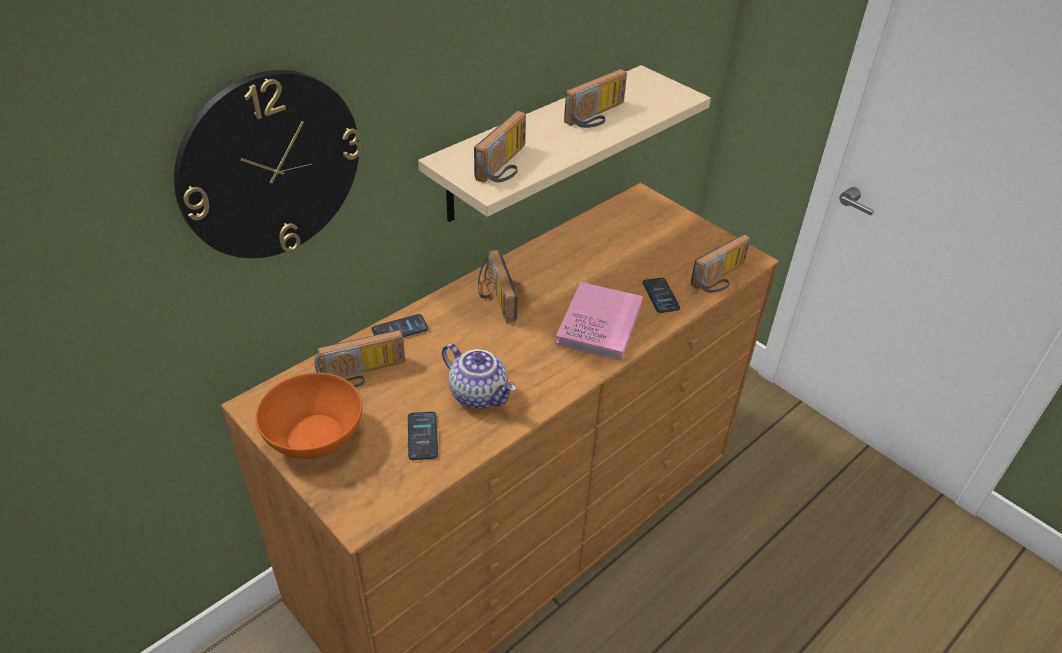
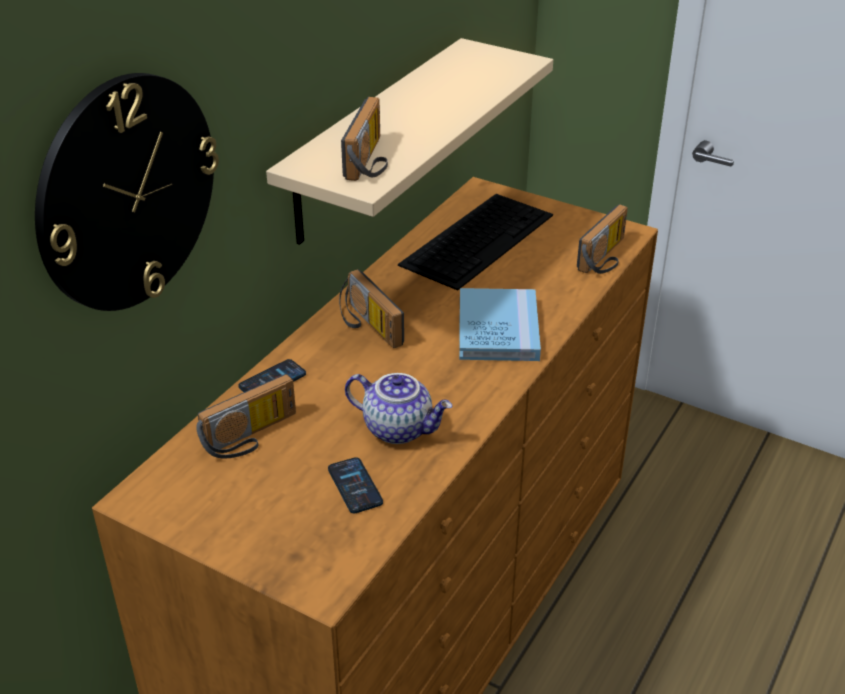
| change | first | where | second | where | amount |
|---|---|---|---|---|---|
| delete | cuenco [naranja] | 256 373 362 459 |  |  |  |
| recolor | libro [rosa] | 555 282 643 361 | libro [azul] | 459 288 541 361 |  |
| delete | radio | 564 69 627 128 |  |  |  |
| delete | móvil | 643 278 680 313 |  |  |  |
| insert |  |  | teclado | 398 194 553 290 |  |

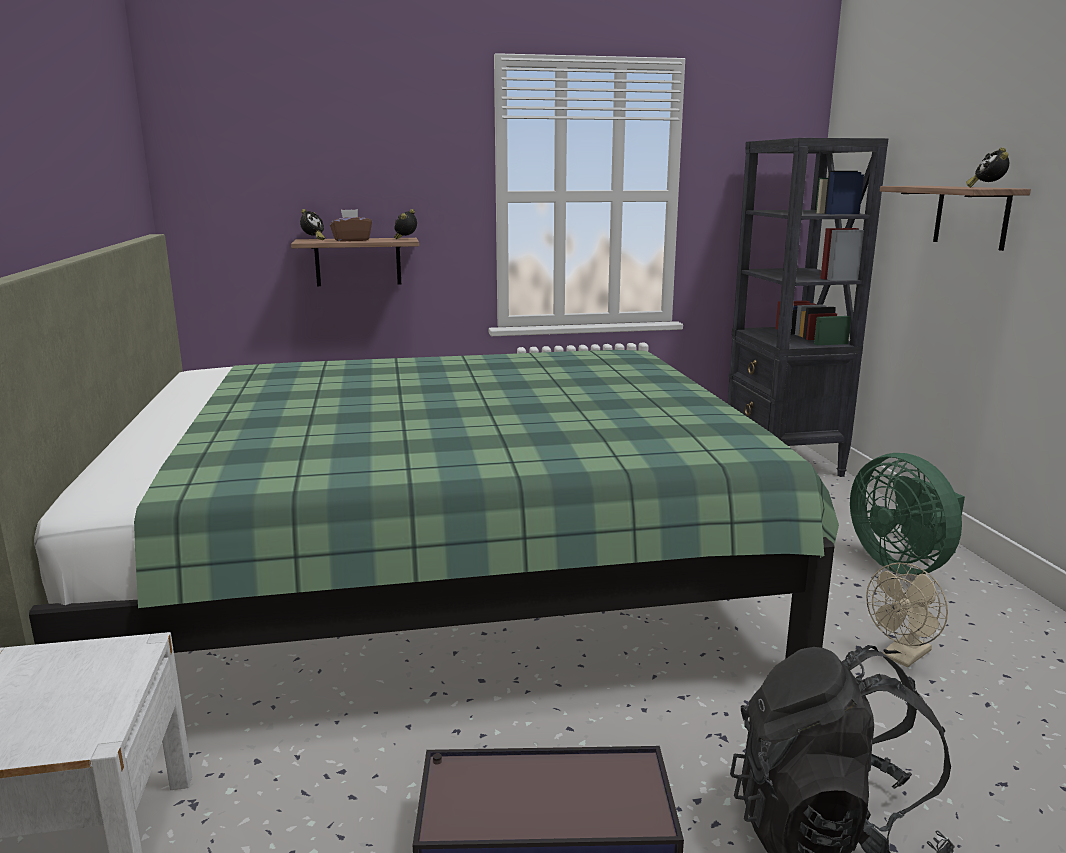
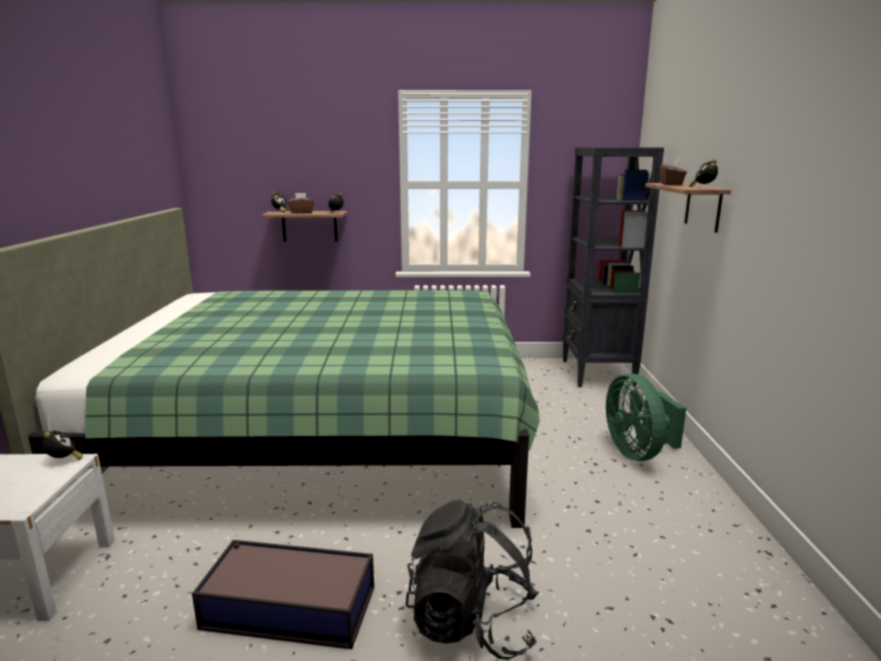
| change | first | where | second | where | amount |
|---|---|---|---|---|---|
| delete | ventilador [beis] | 866 563 948 667 |  |  |  |
| insert |  |  | despertador | 43 429 83 460 |  |
| insert |  |  | caja de pañuelos [marrón] | 660 159 687 185 |  |

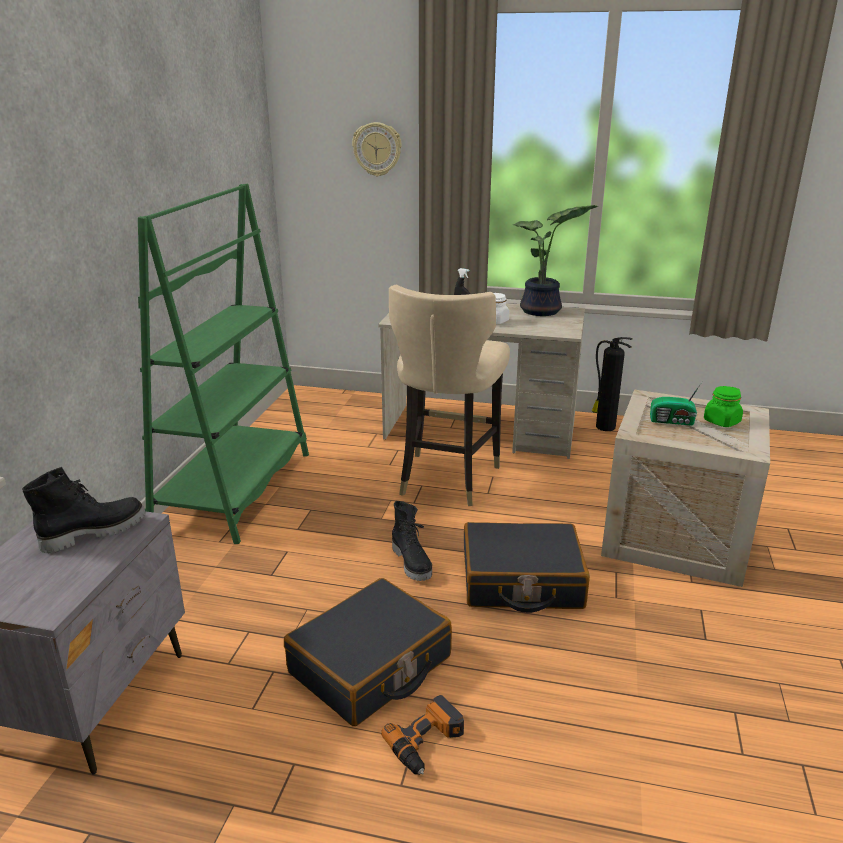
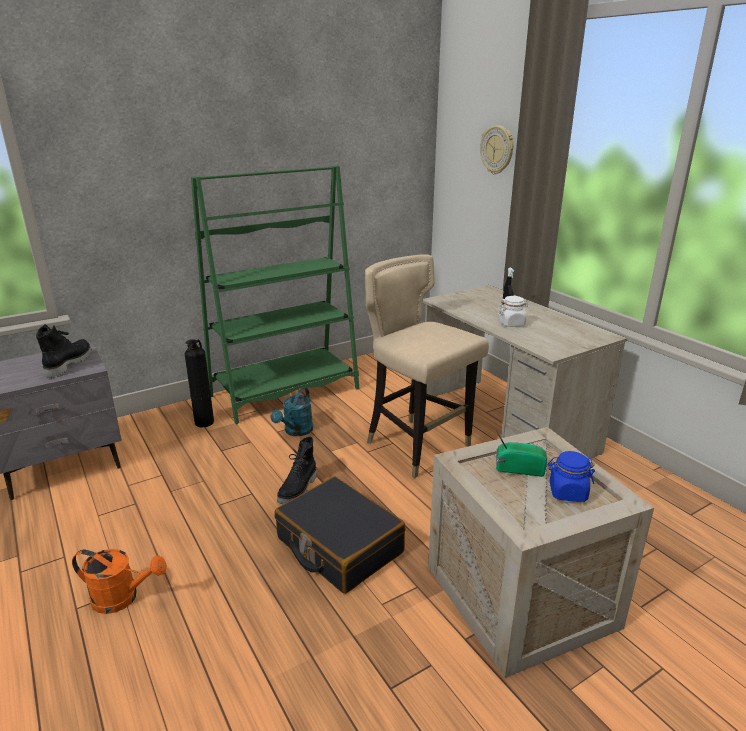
| change | first | where | second | where | amount |
|---|---|---|---|---|---|
| rotate | bota [negro] | 22 467 146 553 |  | 36 324 92 378 | 90 degrees counterclockwise |
| delete | maleta [negro] | 284 578 452 726 |  |  |  |
| replace | taladro | 381 695 464 775 | regadera [naranja] | 72 549 167 614 |  |
| rotate | silla [beis] | 389 285 510 506 |  | 365 254 489 478 | 75 degrees clockwise |
| delete | planta en maceta | 513 205 598 316 |  |  |  |
| move | extintor | 592 337 633 431 |  | 185 339 214 427 |  |
| rotate | radio | 650 382 702 425 |  | 496 432 547 477 | 135 degrees clockwise |
| recolor | tarro [verde] | 704 386 743 427 | tarro [azul] | 548 451 595 502 |  |
| insert |  |  | regadera [turquesa] | 271 387 313 436 |  |

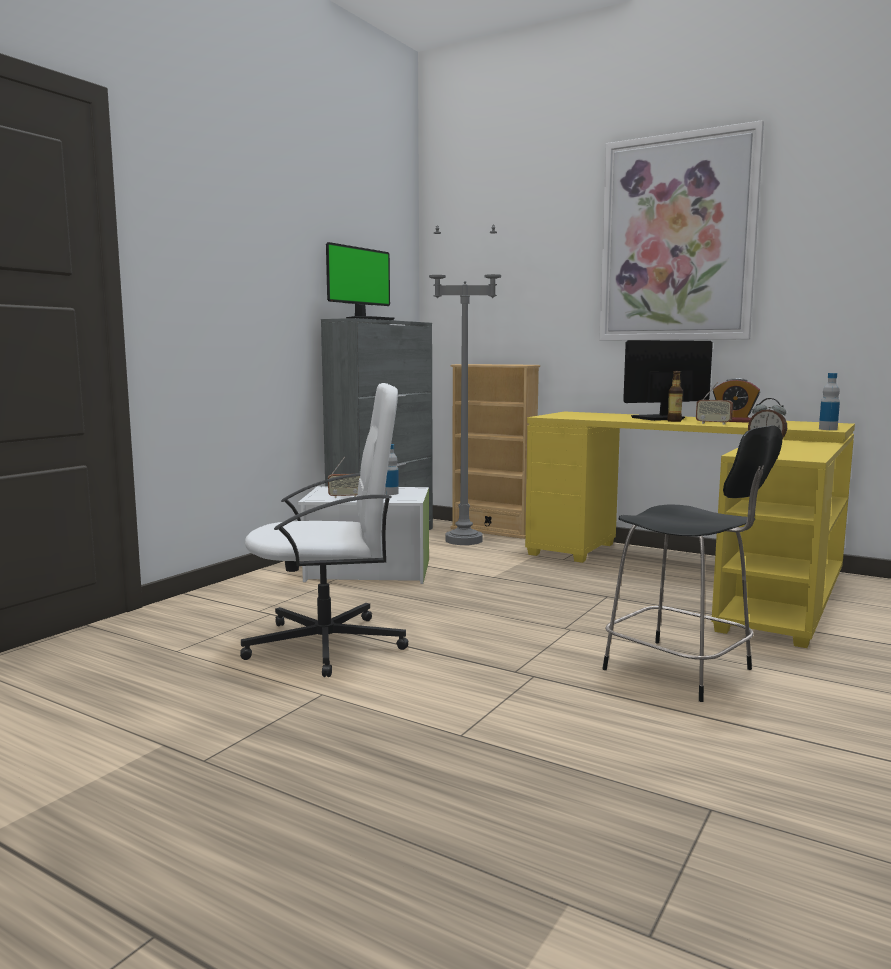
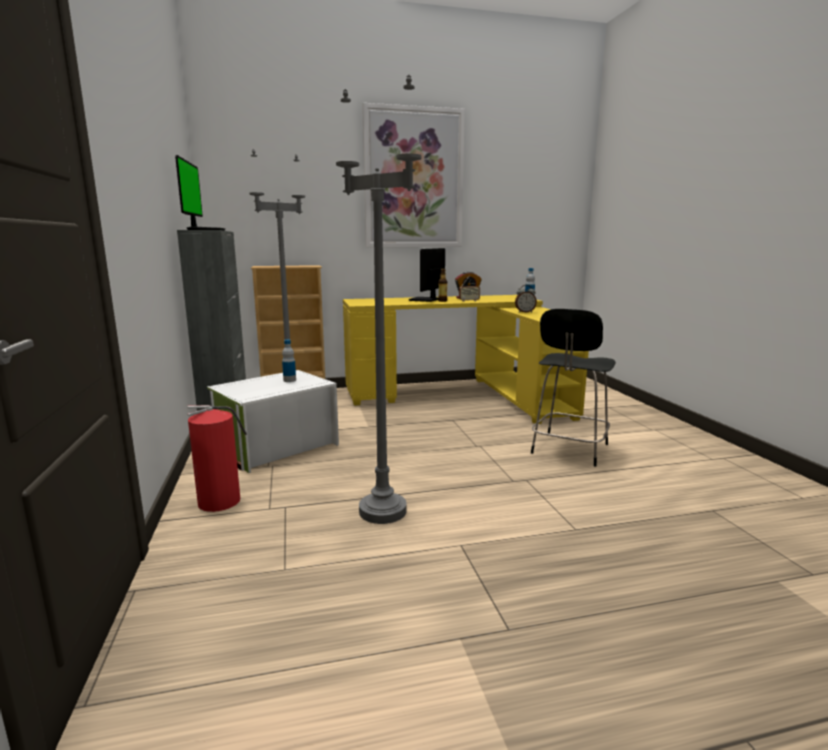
| change | first | where | second | where | amount |
|---|---|---|---|---|---|
| replace | silla de oficina [blanco] | 240 383 409 677 | lámpara de pie [gris] | 336 75 422 524 |  |
| delete | radio | 328 457 360 498 |  |  |  |
| rotate | silla [negro] | 603 425 782 702 |  | 531 309 616 467 | 120 degrees clockwise |
| insert |  |  | extintor | 187 405 247 512 |  |

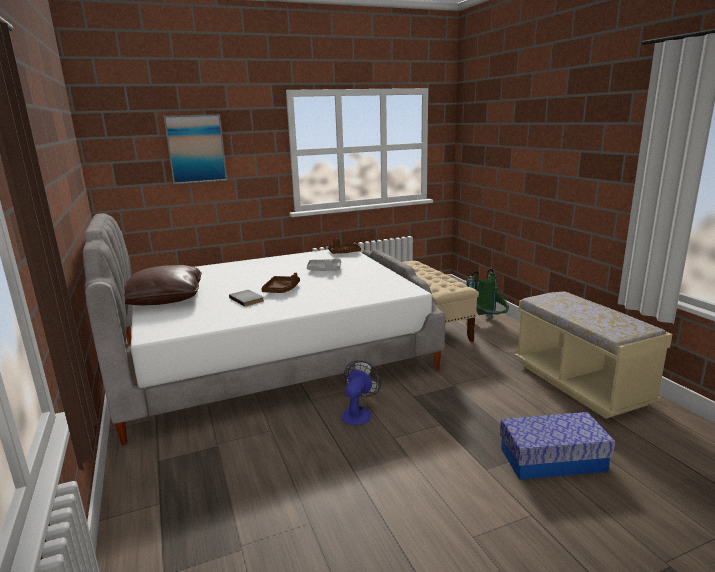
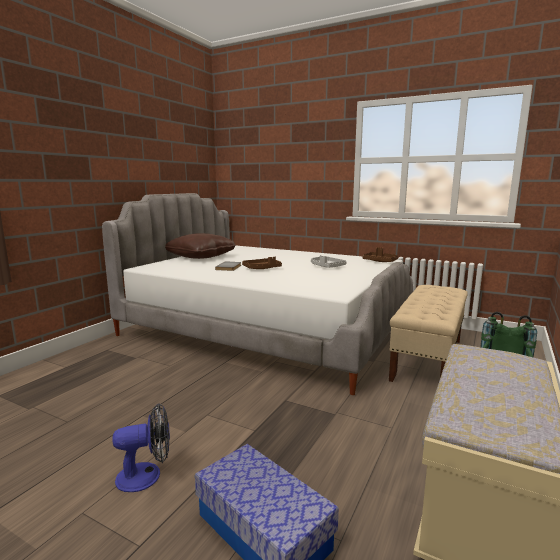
| change | first | where | second | where | amount |
|---|---|---|---|---|---|
| delete | cuadro | 164 114 227 184 |  |  |  |
| move | ventilador | 342 360 381 425 |  | 112 403 170 492 |  |

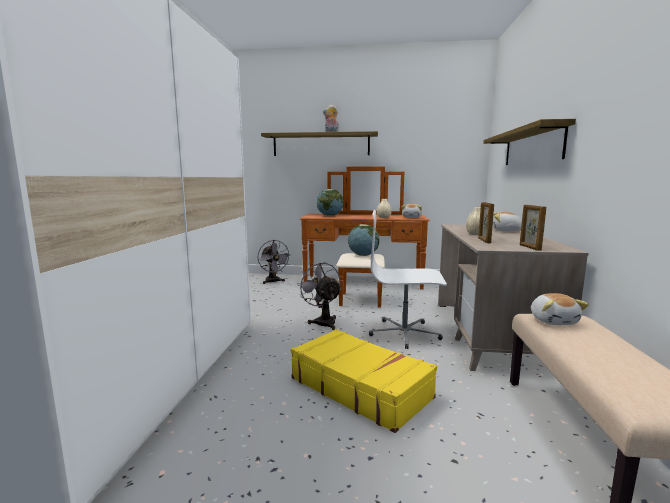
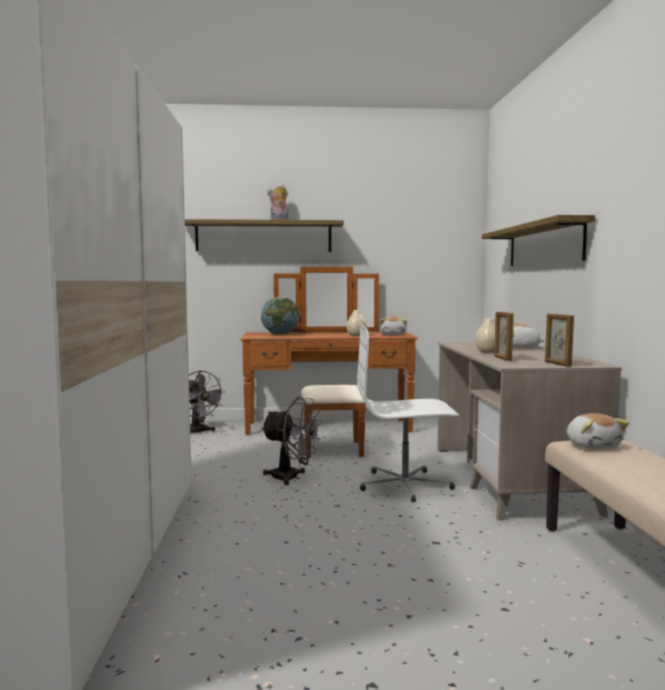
| change | first | where | second | where | amount |
|---|---|---|---|---|---|
| delete | maleta [amarillo] | 291 329 437 433 |  |  |  |
| rotate | ventilador [gris] | 297 262 341 330 |  | 261 397 322 485 | 150 degrees clockwise |
| delete | globo terráqueo | 348 224 379 256 |  |  |  |

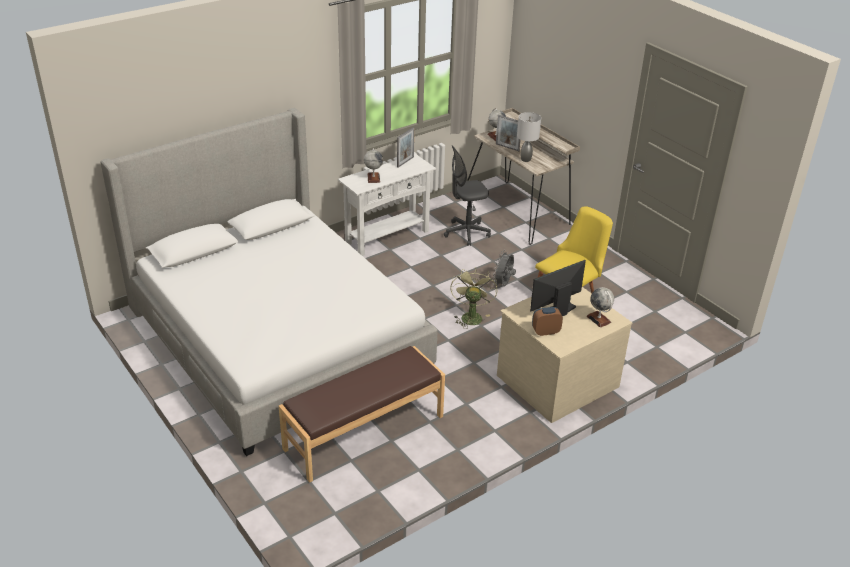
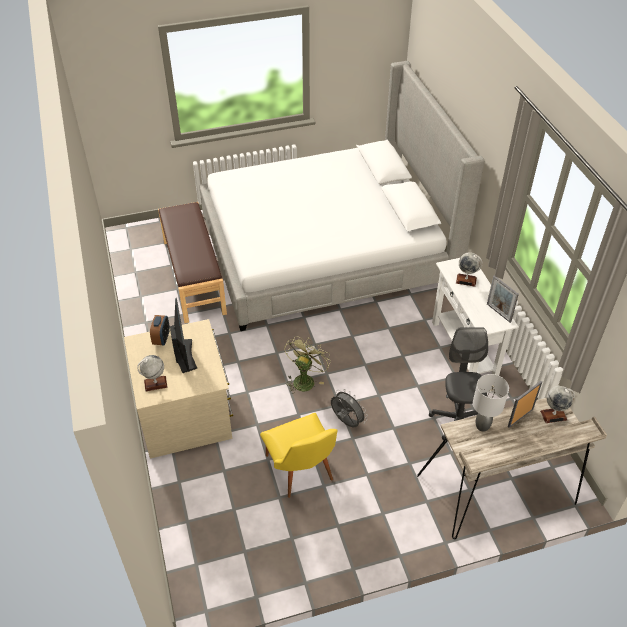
| change | first | where | second | where | amount |
|---|---|---|---|---|---|
| rotate | ventilador [verde] | 450 268 498 329 |  | 284 336 331 394 | 90 degrees counterclockwise |

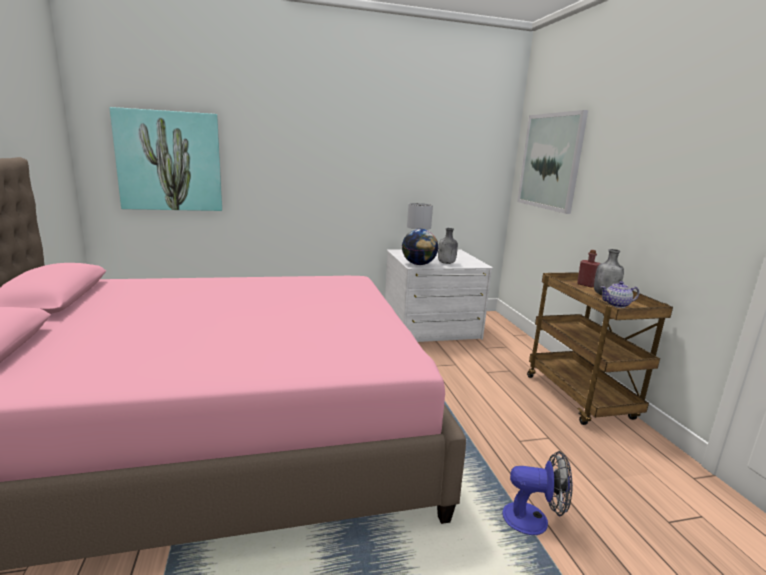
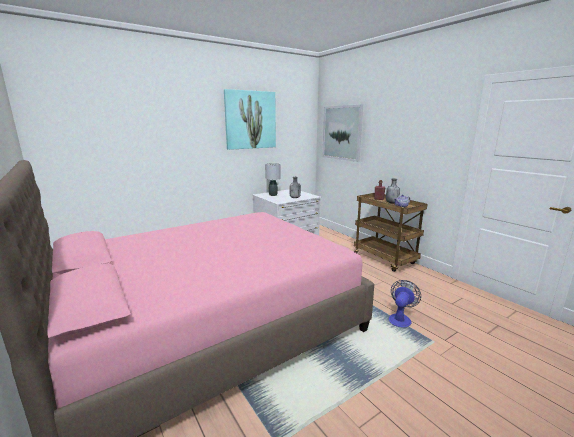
| change | first | where | second | where | amount |
|---|---|---|---|---|---|
| move | cuadro | 109 107 222 211 |  | 224 89 276 150 |  |
| delete | globo terráqueo | 402 229 438 265 |  |  |  |
| rotate | ventilador | 502 451 573 535 |  | 389 280 421 327 | 45 degrees counterclockwise |

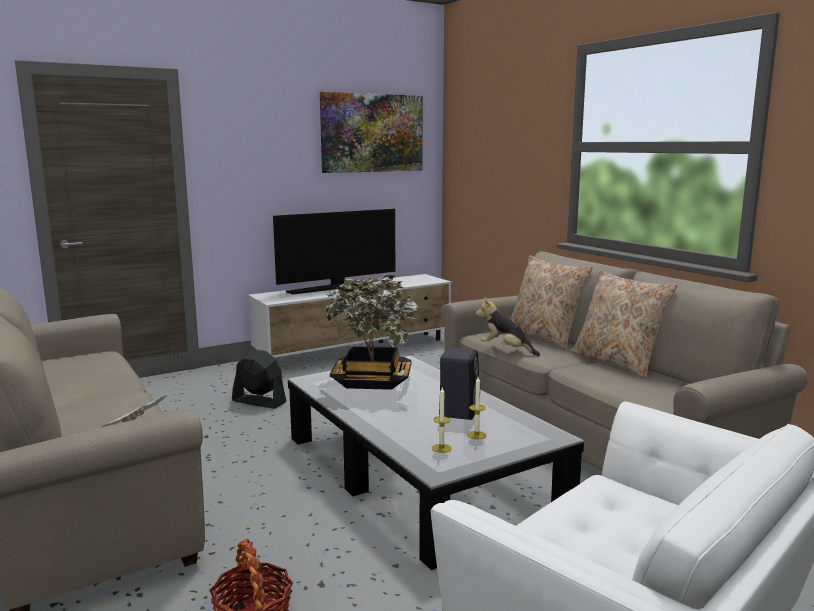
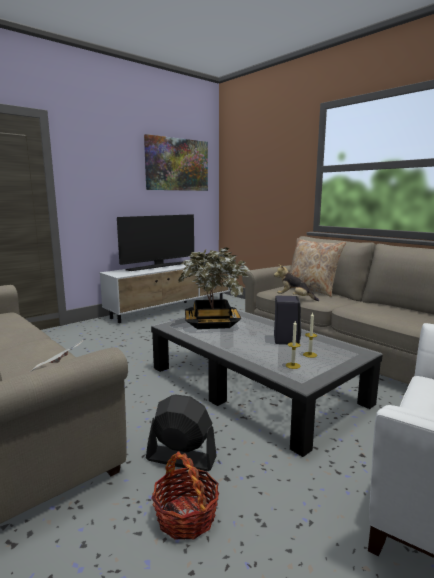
| change | first | where | second | where | amount |
|---|---|---|---|---|---|
| move | ventilador [negro] | 232 349 287 409 |  | 146 394 217 471 |  |
| delete | cojín [beis] | 571 270 678 378 |  |  |  |

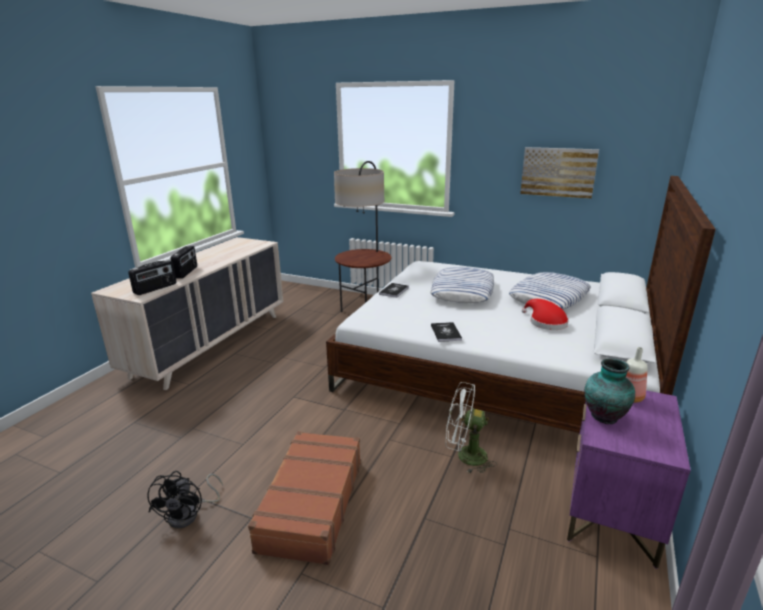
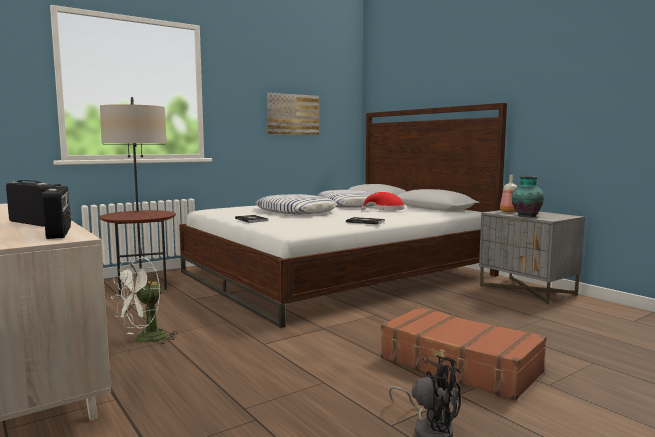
| change | first | where | second | where | amount |
|---|---|---|---|---|---|
| move | ventilador [blanco] | 446 382 497 473 |  | 111 258 178 344 |  |
| recolor | mesita de noche [morado] | 567 390 691 569 | mesita de noche [gris] | 479 210 585 305 |  |

